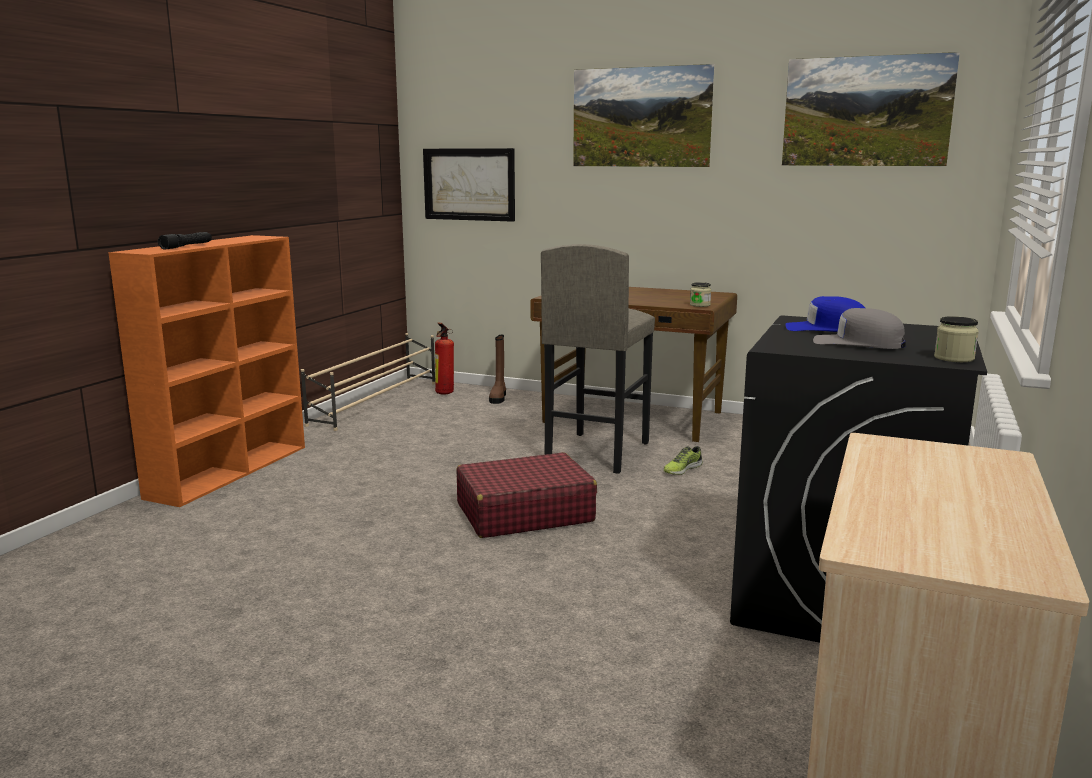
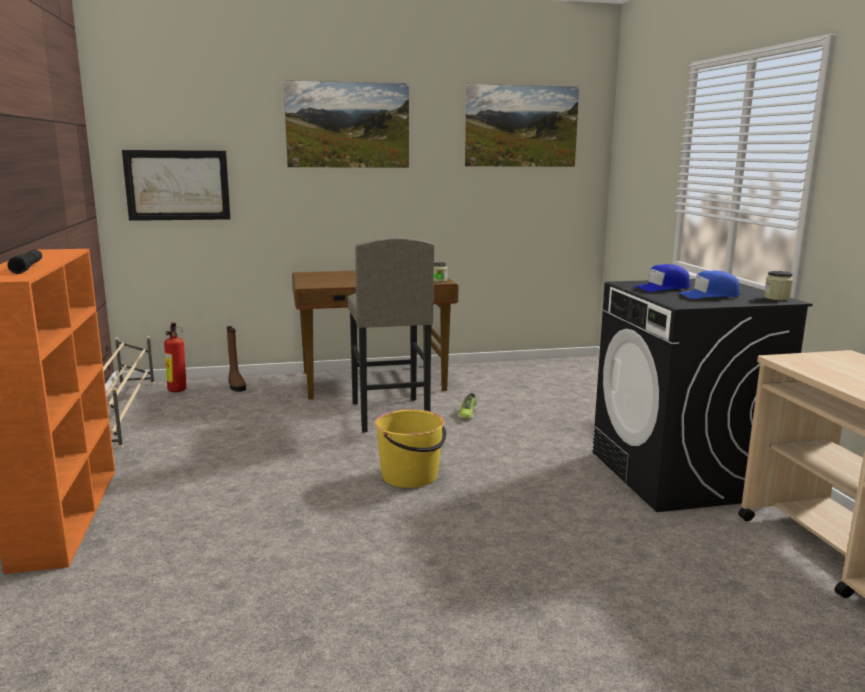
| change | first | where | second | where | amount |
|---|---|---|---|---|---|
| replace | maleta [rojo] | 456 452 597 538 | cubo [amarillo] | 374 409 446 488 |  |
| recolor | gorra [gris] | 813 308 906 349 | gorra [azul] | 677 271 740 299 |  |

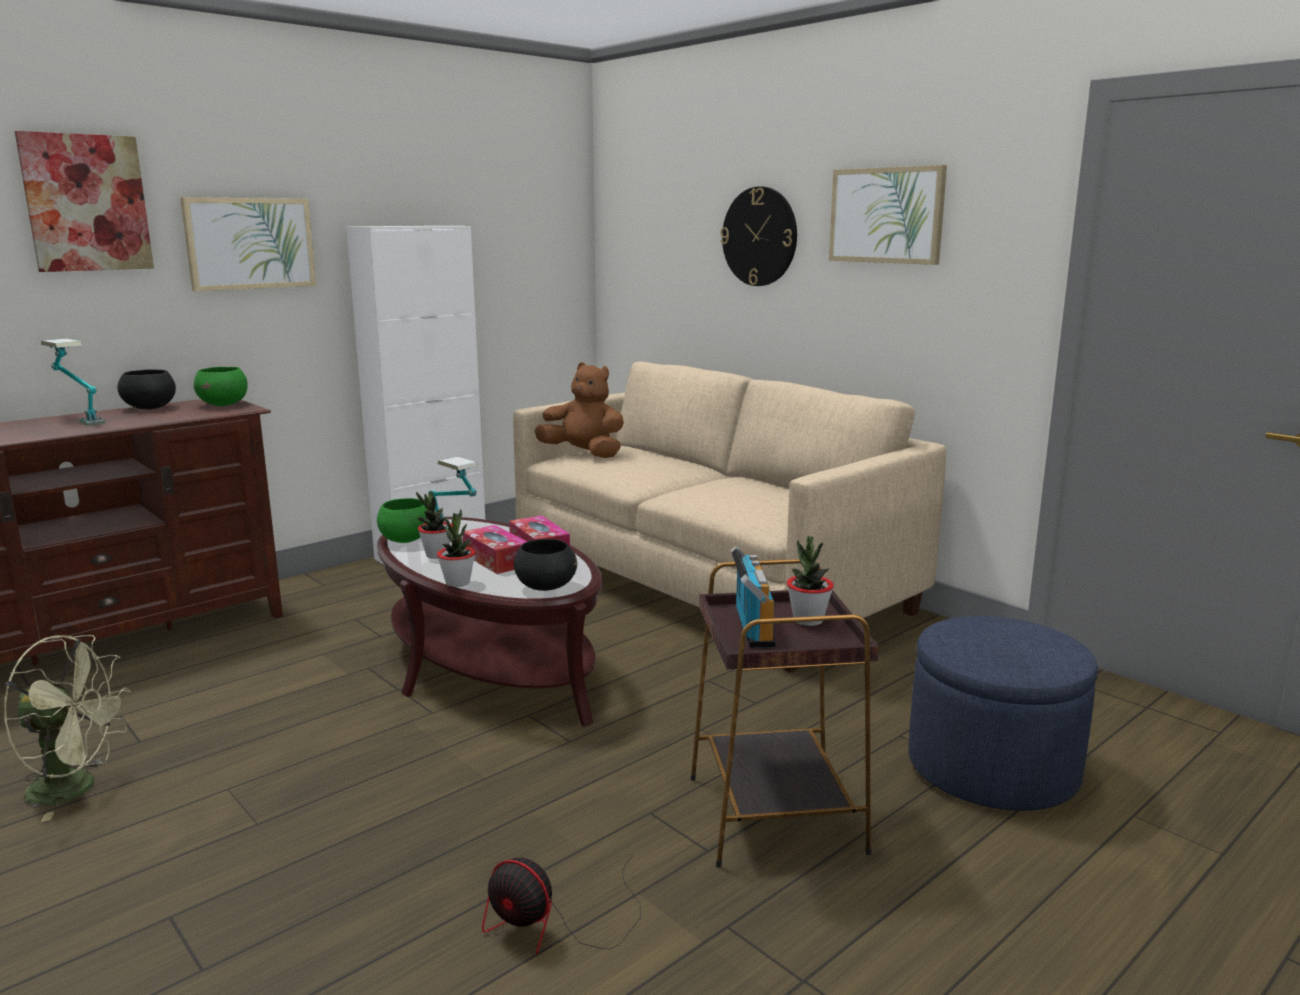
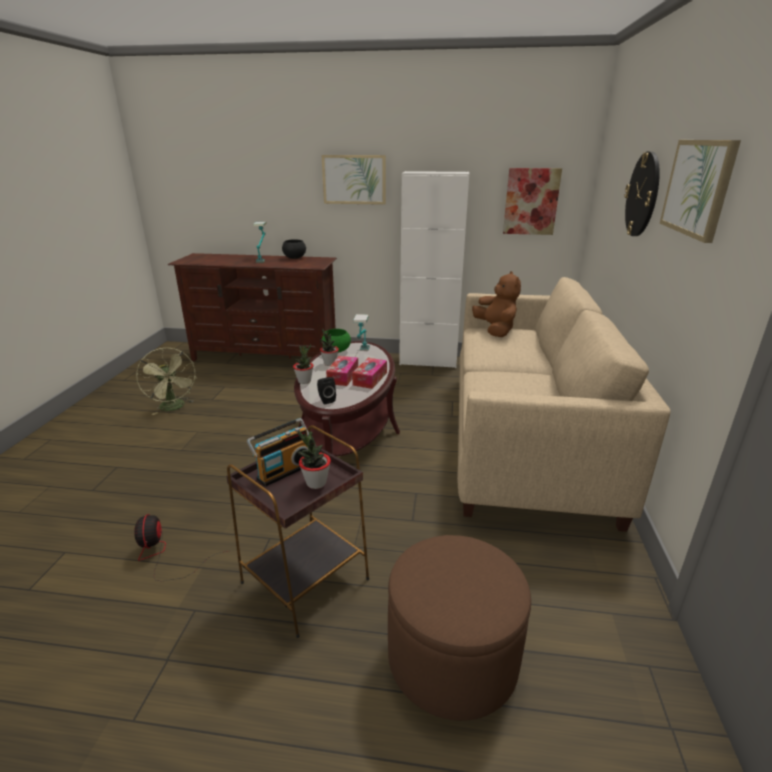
| change | first | where | second | where | amount |
|---|---|---|---|---|---|
| move | cuadro | 15 131 154 272 |  | 503 168 562 235 |  |
| delete | cuenco [verde] | 194 367 248 406 |  |  |  |
| replace | cuenco [negro] | 514 539 577 591 | altavoz [negro] | 317 377 336 404 |  |
| recolor | puf [azul] | 908 616 1098 811 | puf [marrón] | 388 535 531 721 |  |

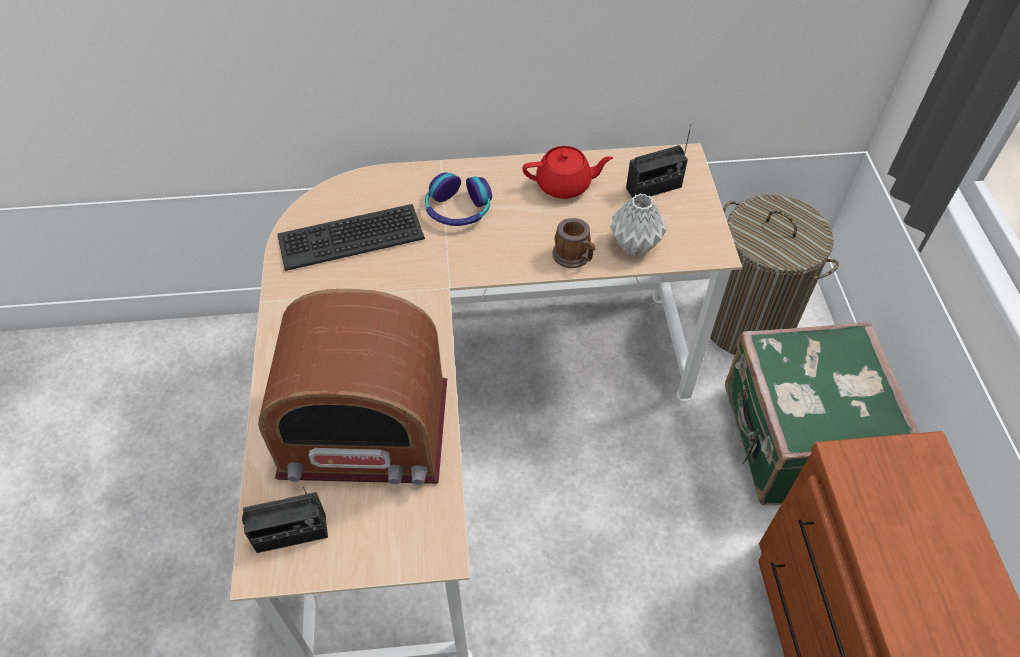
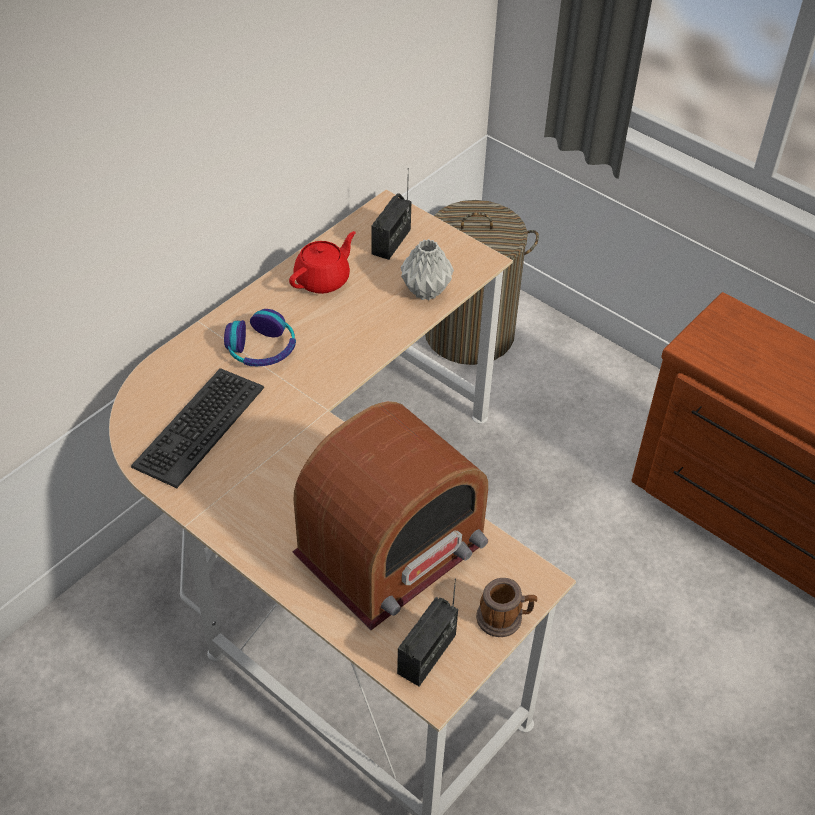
| change | first | where | second | where | amount |
|---|---|---|---|---|---|
| move | taza grande | 553 218 596 268 |  | 476 578 537 637 |  |
| delete | maleta [verde] | 725 321 919 505 |  |  |  |

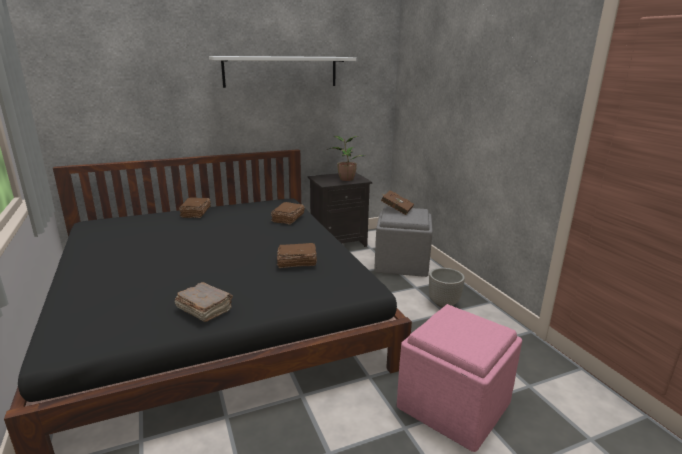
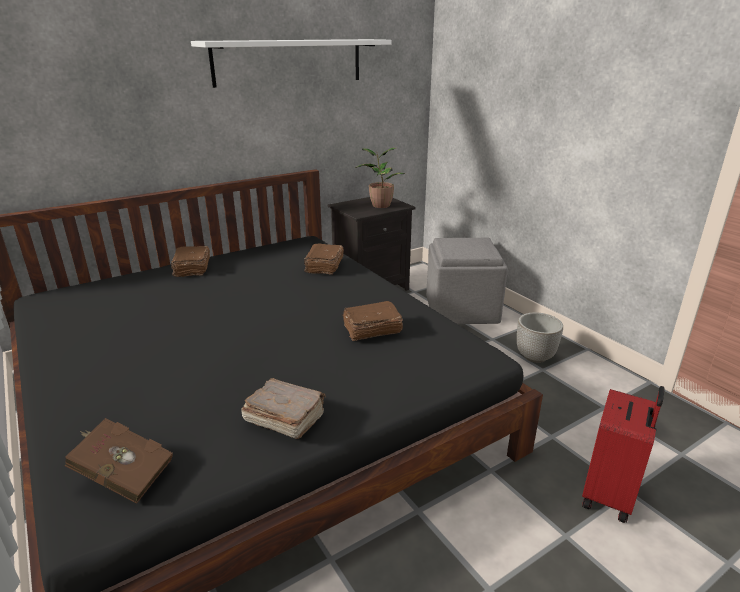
| change | first | where | second | where | amount |
|---|---|---|---|---|---|
| move | libro [marrón] | 381 191 414 215 |  | 65 418 173 504 |  |
| replace | puf [rosa] | 397 304 522 452 | maleta [rojo] | 582 386 665 523 |  |

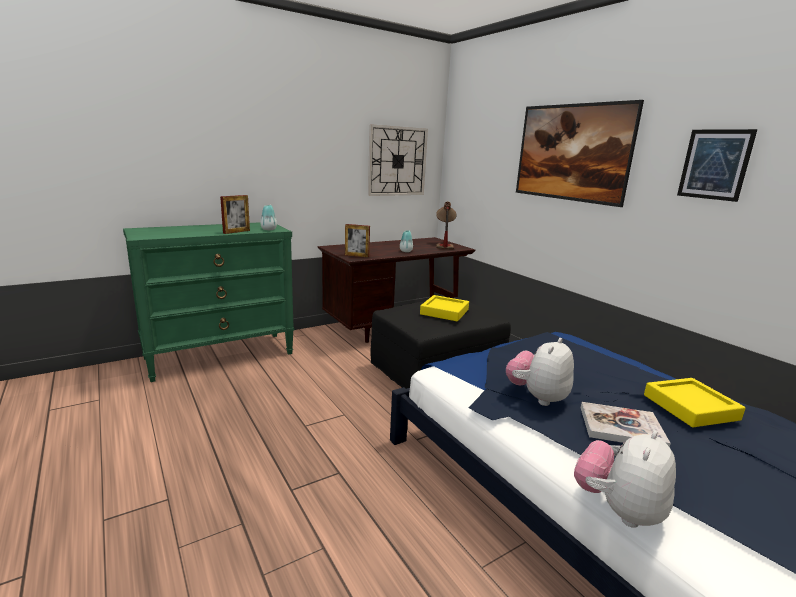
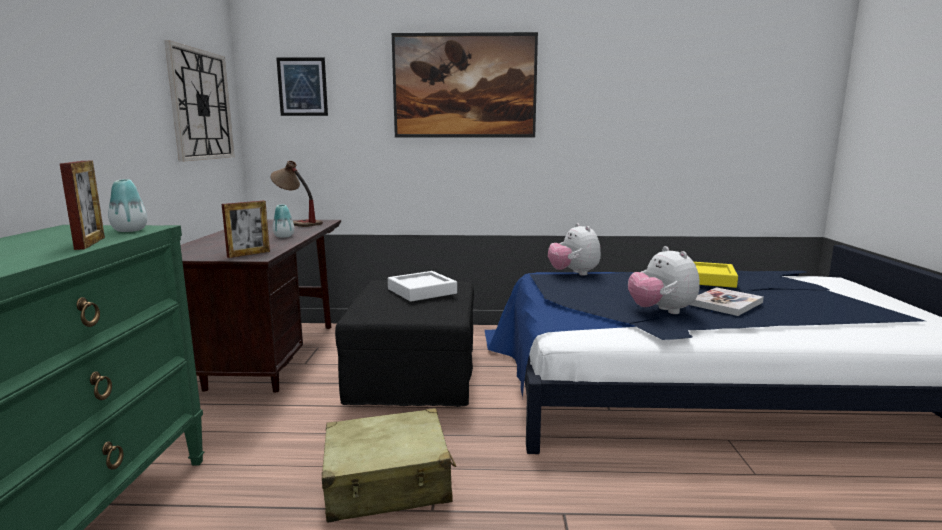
| change | first | where | second | where | amount |
|---|---|---|---|---|---|
| recolor | bandeja [amarillo] | 420 295 469 321 | bandeja [blanco] | 388 271 457 302 |  |
| move | peluche | 574 430 676 528 |  | 548 223 601 276 |  |
| move | cuadro | 677 129 758 202 |  | 276 57 328 116 |  |
| insert |  |  | maleta [beis] | 322 408 456 523 |  |

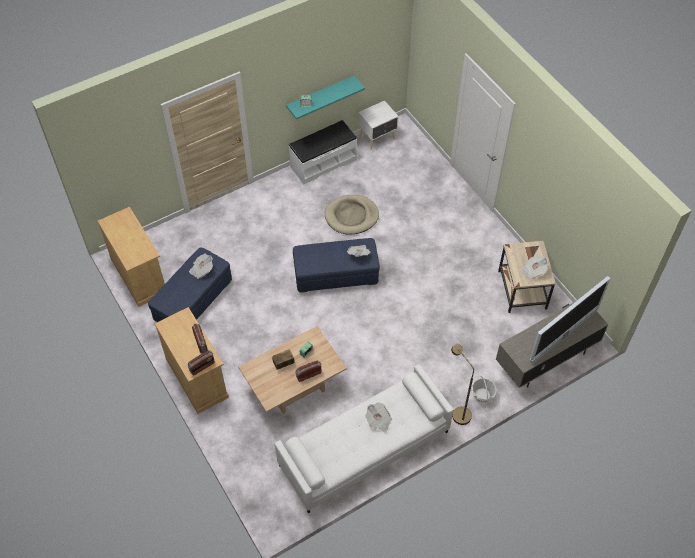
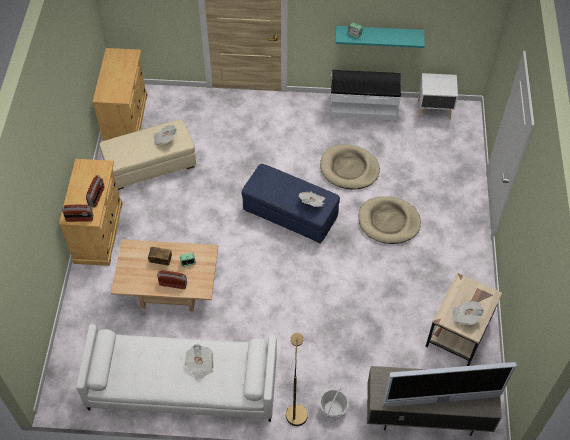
| change | first | where | second | where | amount |
|---|---|---|---|---|---|
| recolor | puf [azul] | 148 248 232 322 | puf [beis] | 99 119 196 190 |  |
| insert |  |  | cama para perro [beis] | 358 196 421 244 |  |

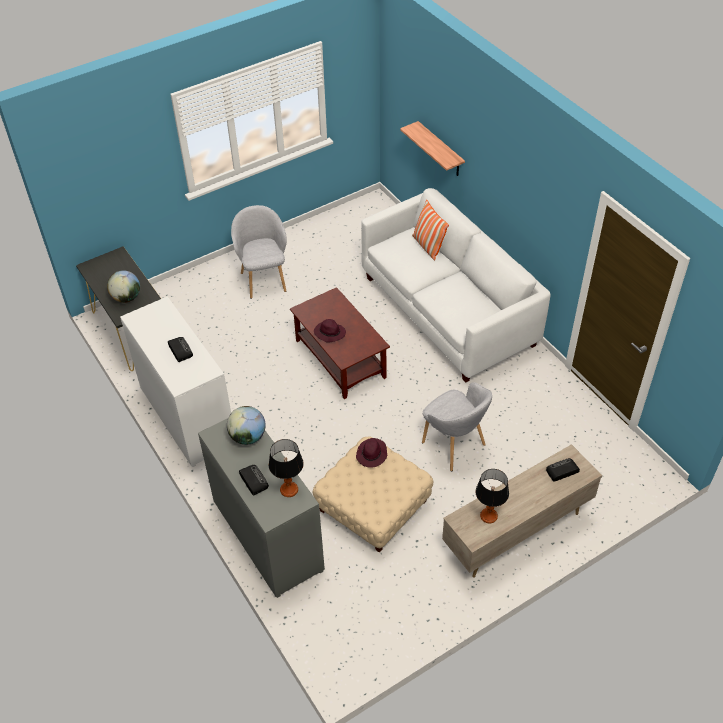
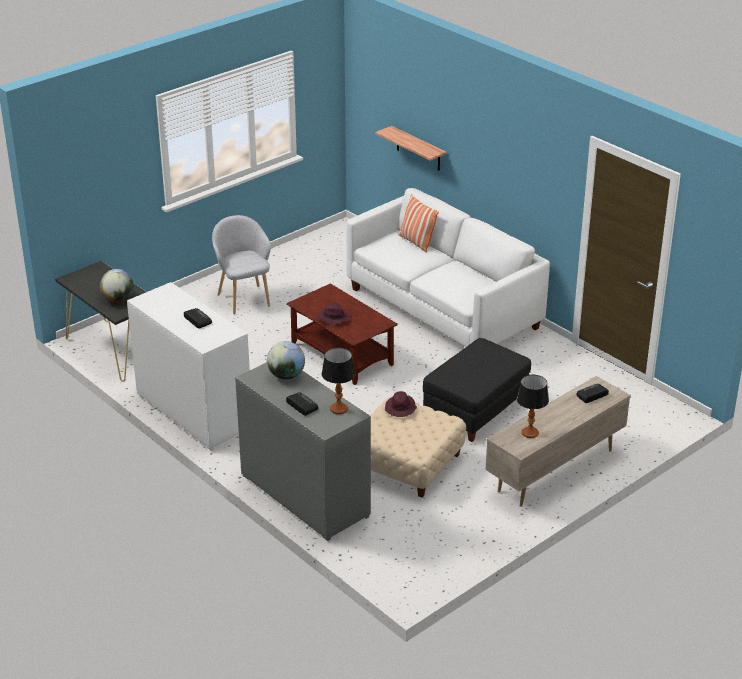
| change | first | where | second | where | amount |
|---|---|---|---|---|---|
| replace | sillón [gris] | 422 382 492 471 | puf [negro] | 423 338 531 442 |  |

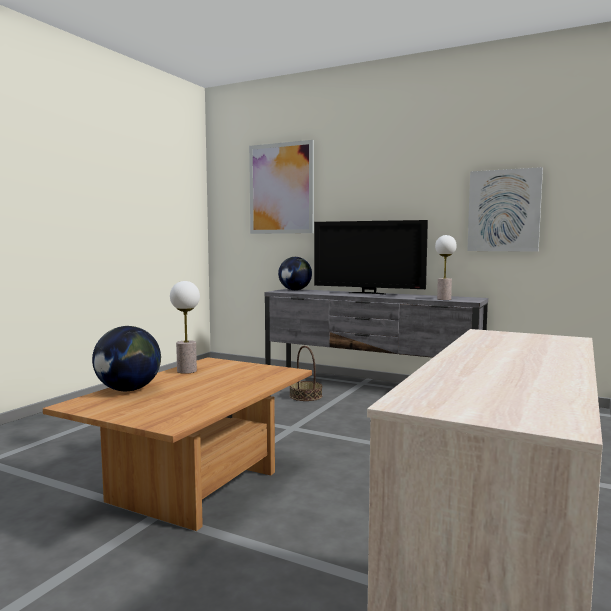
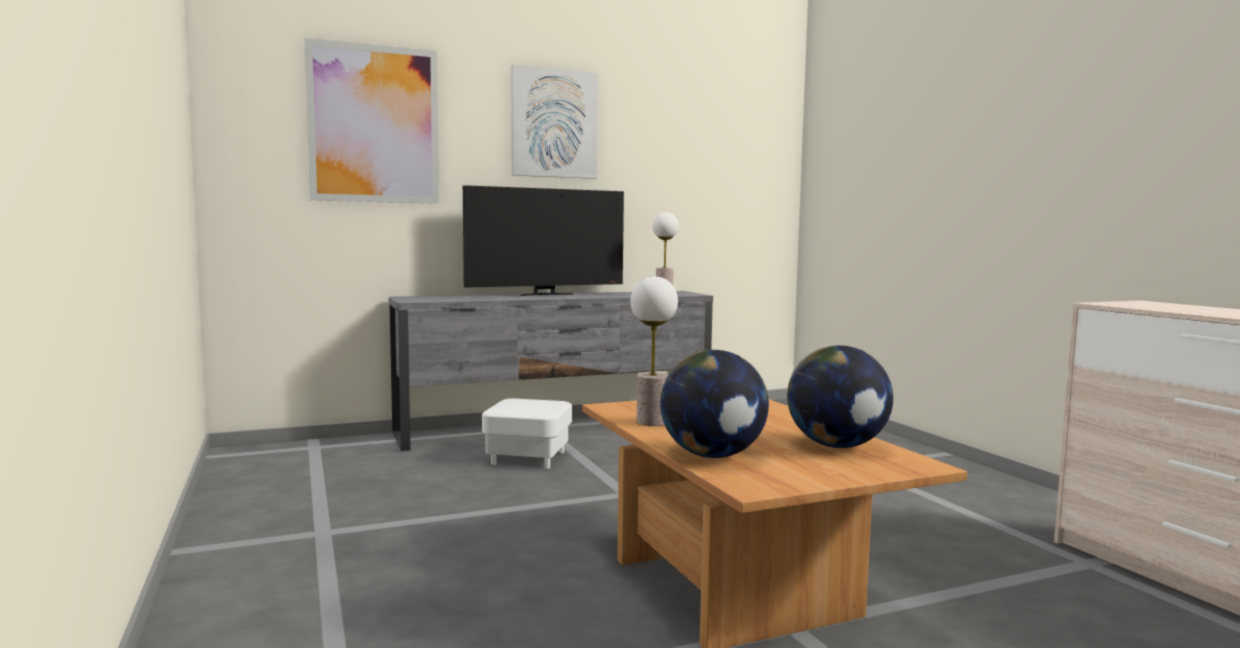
| change | first | where | second | where | amount |
|---|---|---|---|---|---|
| move | globo terráqueo | 278 257 312 290 |  | 787 345 893 448 |  |
| replace | cesta | 290 346 322 401 | puf [blanco] | 482 398 572 469 |  |
| move | cuadro | 467 167 543 252 |  | 511 65 598 179 |  |

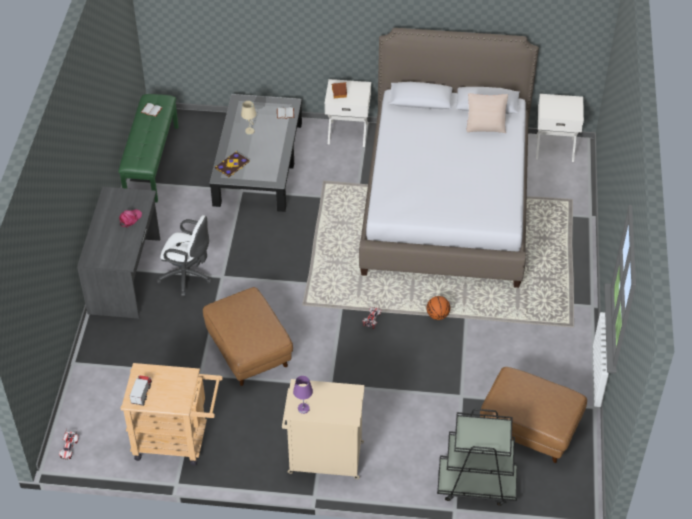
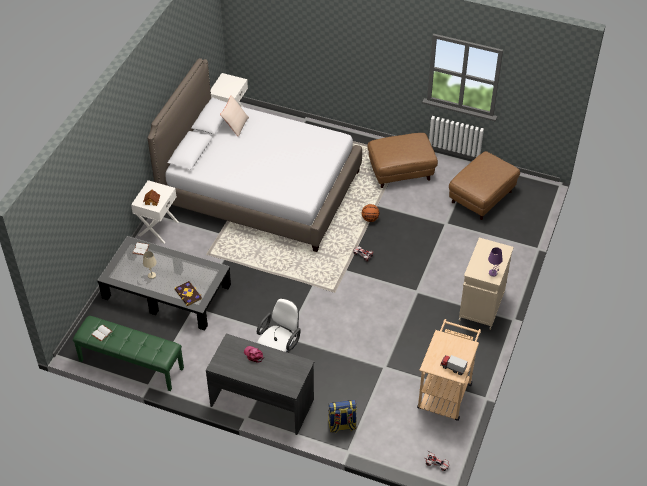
| change | first | where | second | where | amount |
|---|---|---|---|---|---|
| move | puf [marrón] | 203 287 293 386 |  | 367 133 438 188 |  |
| delete | carrito [negro] | 437 409 518 506 |  |  |  |
| insert |  |  | mochila | 328 400 357 433 |  |

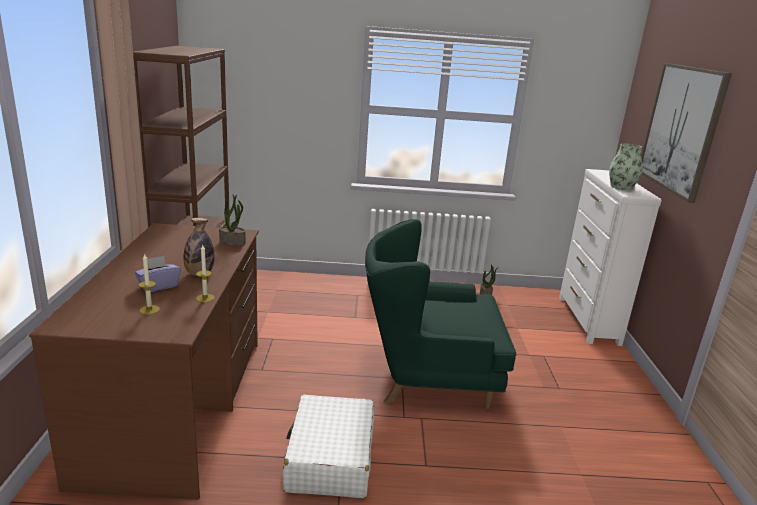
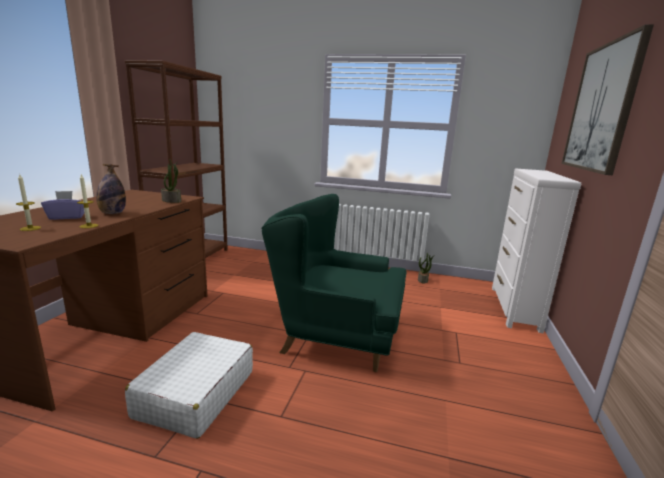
| change | first | where | second | where | amount |
|---|---|---|---|---|---|
| delete | florero | 609 144 643 190 |  |  |  |

